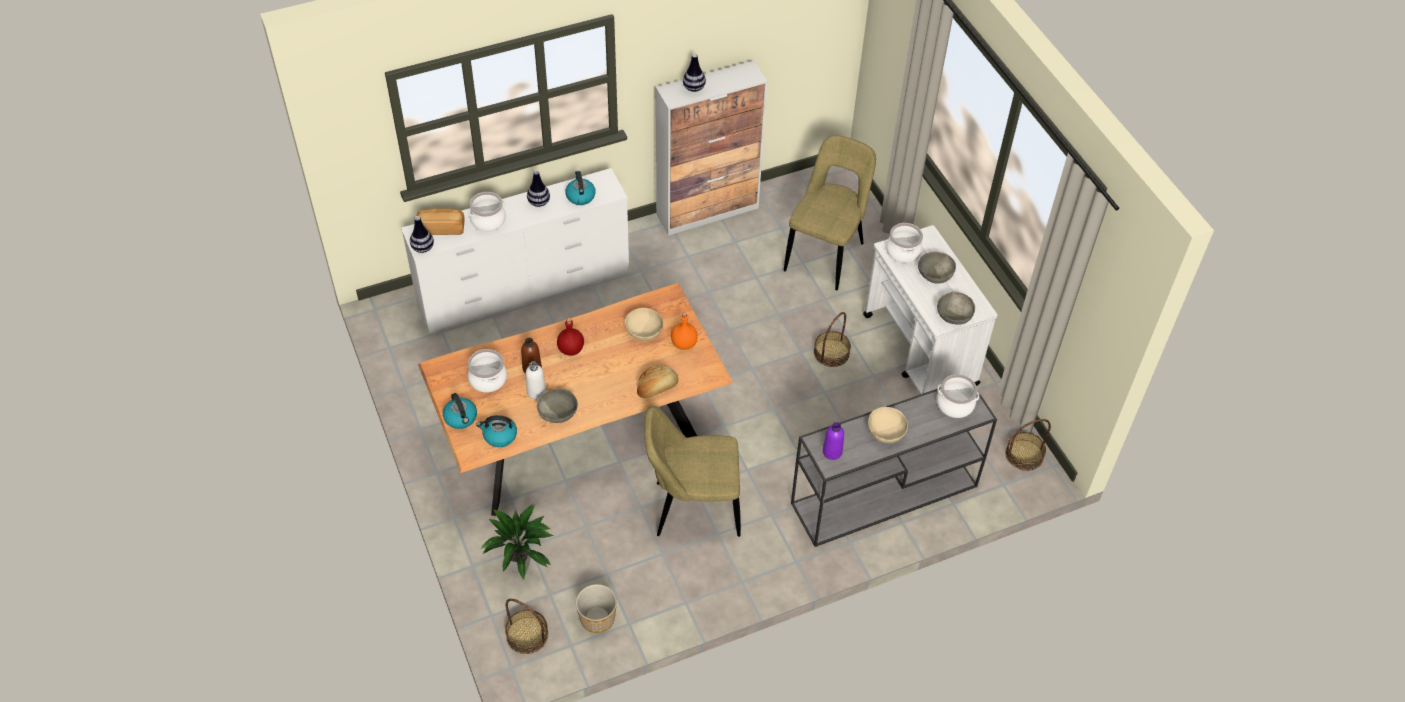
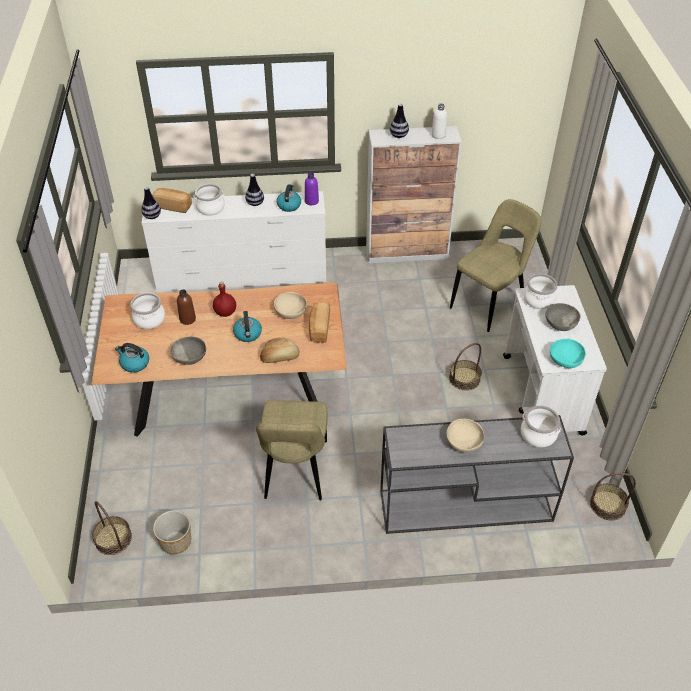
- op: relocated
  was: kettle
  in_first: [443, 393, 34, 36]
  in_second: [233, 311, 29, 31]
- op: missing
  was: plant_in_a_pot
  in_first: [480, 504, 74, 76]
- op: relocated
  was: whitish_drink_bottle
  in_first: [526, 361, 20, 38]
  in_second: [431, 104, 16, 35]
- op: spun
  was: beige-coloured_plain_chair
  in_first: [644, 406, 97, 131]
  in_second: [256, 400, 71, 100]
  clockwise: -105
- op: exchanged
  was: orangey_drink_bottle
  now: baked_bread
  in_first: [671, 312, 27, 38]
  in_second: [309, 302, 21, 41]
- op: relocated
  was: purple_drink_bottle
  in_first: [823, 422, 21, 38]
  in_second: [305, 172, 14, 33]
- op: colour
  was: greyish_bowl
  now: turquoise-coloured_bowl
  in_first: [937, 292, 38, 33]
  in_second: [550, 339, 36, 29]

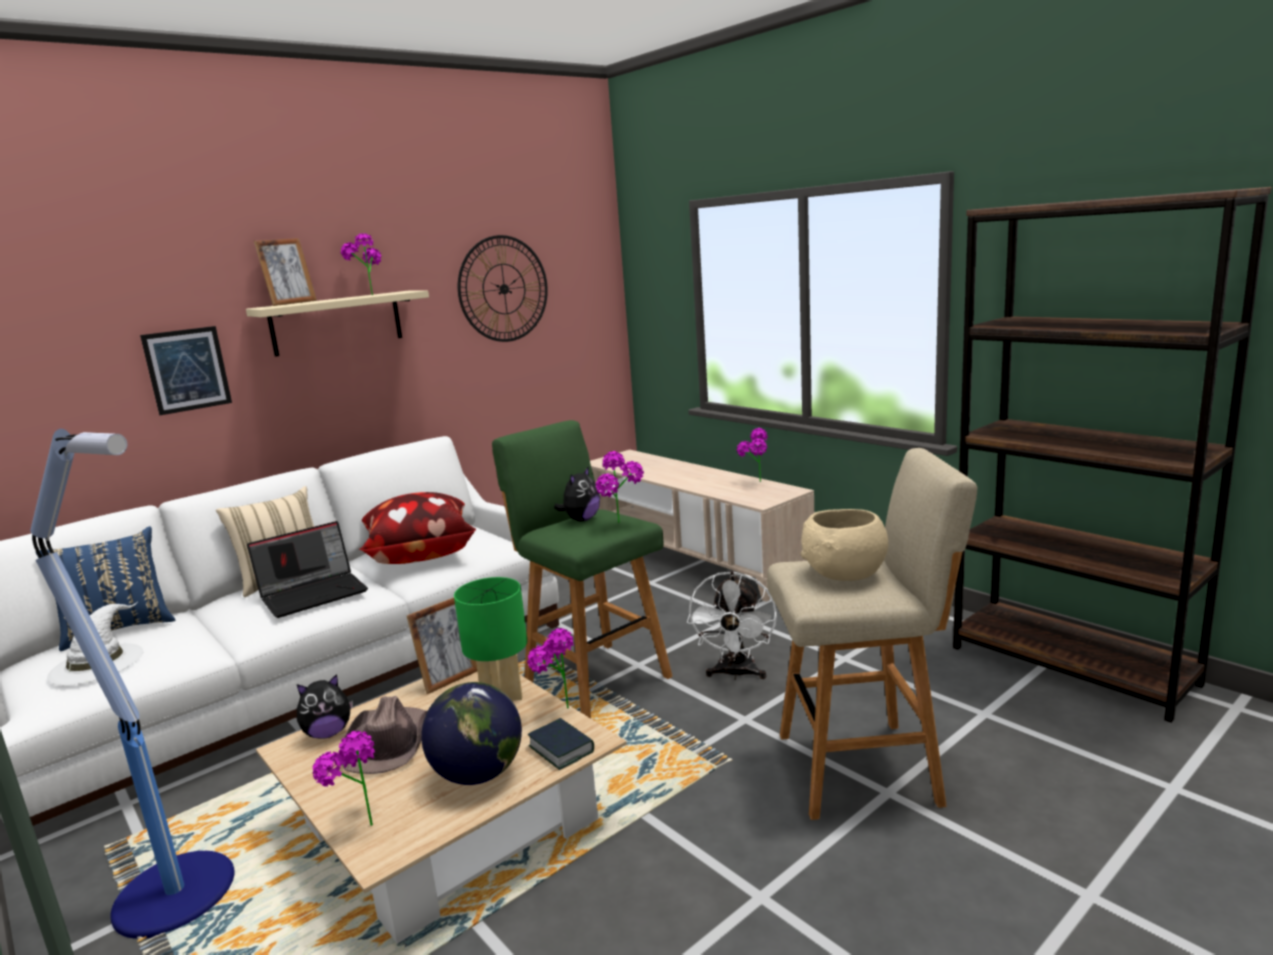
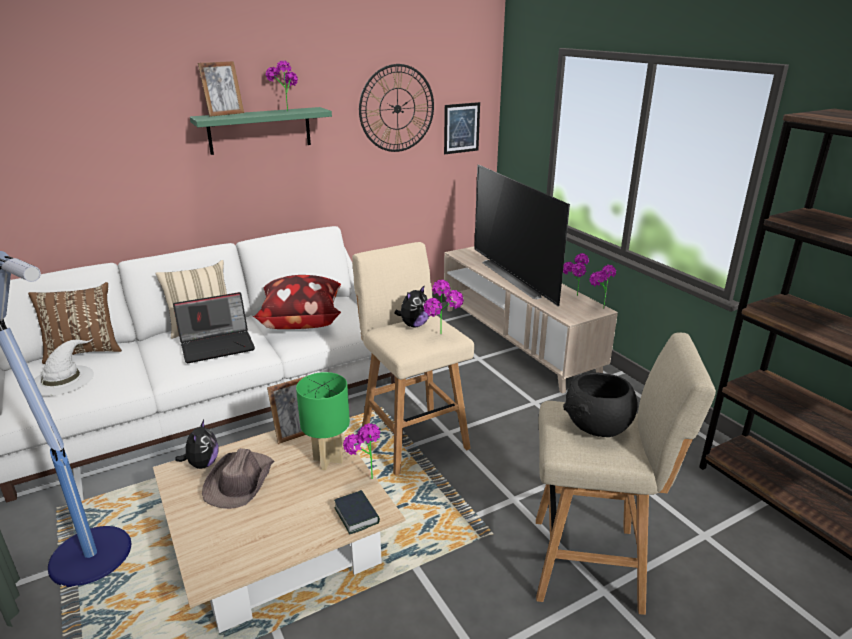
- op: colour
  was: bluish_throw_pillow
  now: brownish_throw_pillow
  in_first: [36, 526, 139, 125]
  in_second: [28, 282, 94, 82]
- op: relocated
  was: picture
  in_first: [140, 326, 92, 89]
  in_second: [444, 102, 36, 52]
- op: colour
  was: beige-coloured_shelf
  now: greenish_shelf
  in_first: [246, 290, 183, 67]
  in_second: [190, 107, 142, 48]
- op: spun
  was: cuddly_toy
  in_first: [297, 674, 56, 65]
  in_second: [175, 419, 44, 50]
  clockwise: -75
- op: relocated
  was: plant_in_a_pot
  in_first: [312, 731, 63, 95]
  in_second: [589, 265, 27, 44]
- op: missing
  was: globe
  in_first: [421, 682, 101, 103]
- op: colour
  was: greenish_sitting_stool
  now: beige-coloured_sitting_stool
  in_first: [492, 420, 181, 298]
  in_second: [352, 242, 122, 234]
- op: missing
  was: whitish_cooling_fan
  in_first: [687, 571, 90, 109]
- op: colour
  was: beige-coloured_bowl
  now: black-coloured_bowl
  in_first: [801, 509, 87, 72]
  in_second: [563, 372, 75, 65]
- op: appeared
  now: TV
  in_second: [474, 164, 96, 143]

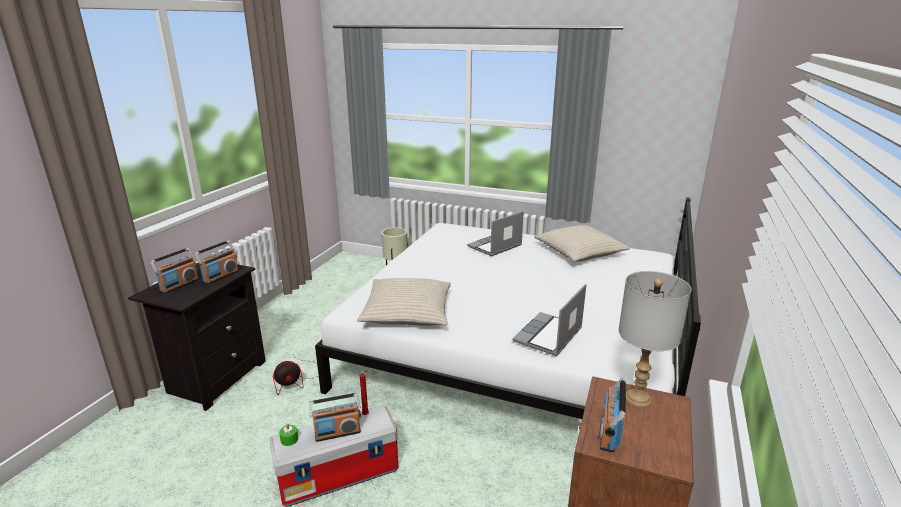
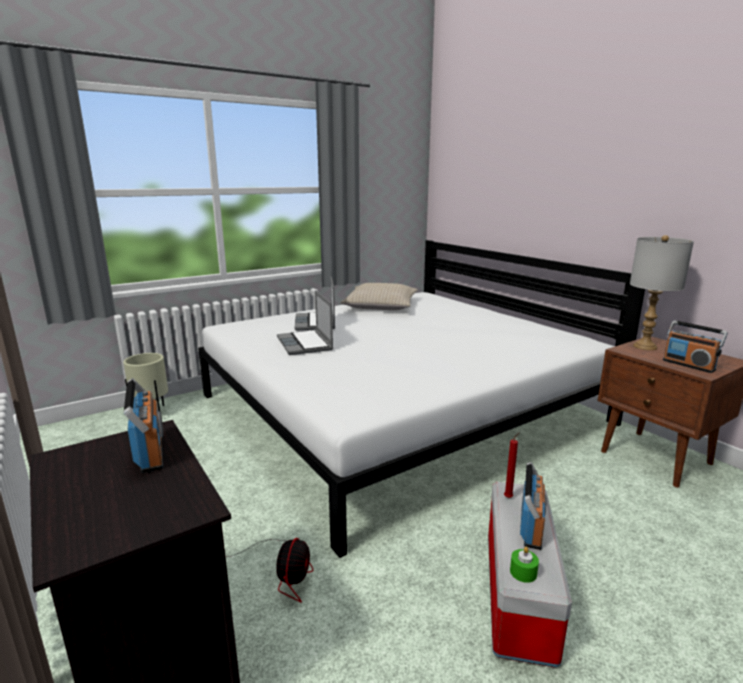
- op: missing
  was: radio
  in_first: [150, 248, 49, 46]
- op: missing
  was: beige-coloured_throw_pillow
  in_first: [357, 278, 94, 48]
- op: relocated
  was: laptop
  in_first: [512, 284, 74, 72]
  in_second: [277, 290, 56, 65]

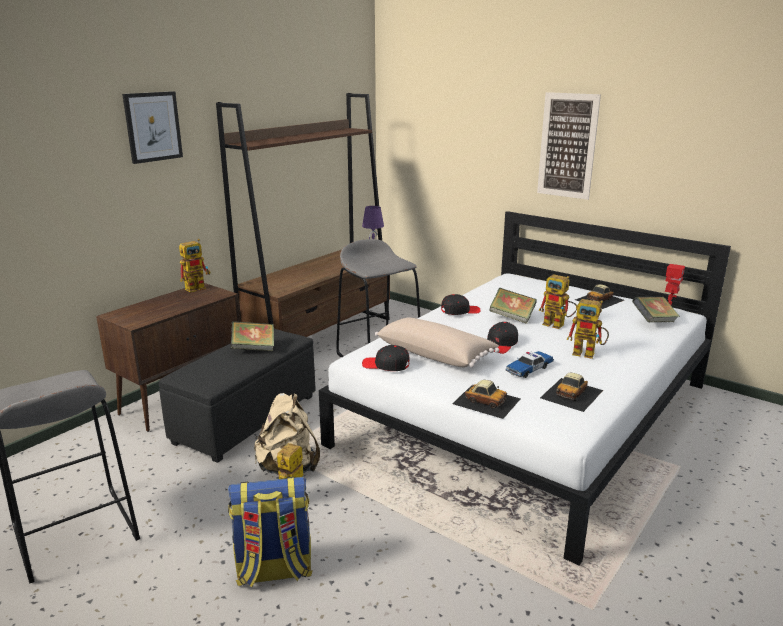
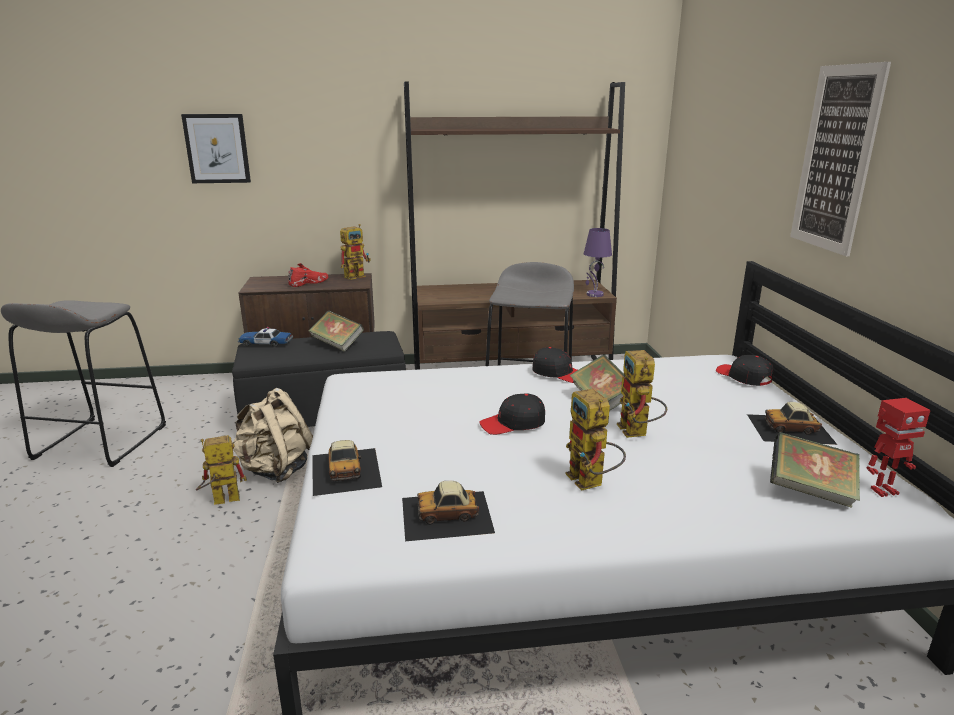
- op: relocated
  was: picture
  in_first: [122, 91, 61, 73]
  in_second: [181, 114, 70, 69]
- op: spun
  was: toy_robot
  in_first: [179, 239, 31, 54]
  in_second: [340, 224, 31, 56]
  clockwise: -45
- op: missing
  was: rucksack
  in_first: [228, 477, 85, 110]
- op: relocated
  was: black-coloured_cap
  in_first: [362, 345, 48, 26]
  in_second: [716, 355, 57, 31]
- op: missing
  was: beige-coloured_throw_pillow
  in_first: [375, 317, 124, 51]
- op: relocated
  was: miniature_car
  in_first: [505, 351, 49, 27]
  in_second: [238, 327, 55, 20]
- op: appeared
  now: red-coloured_item_of_footwear
  in_second: [288, 263, 40, 24]

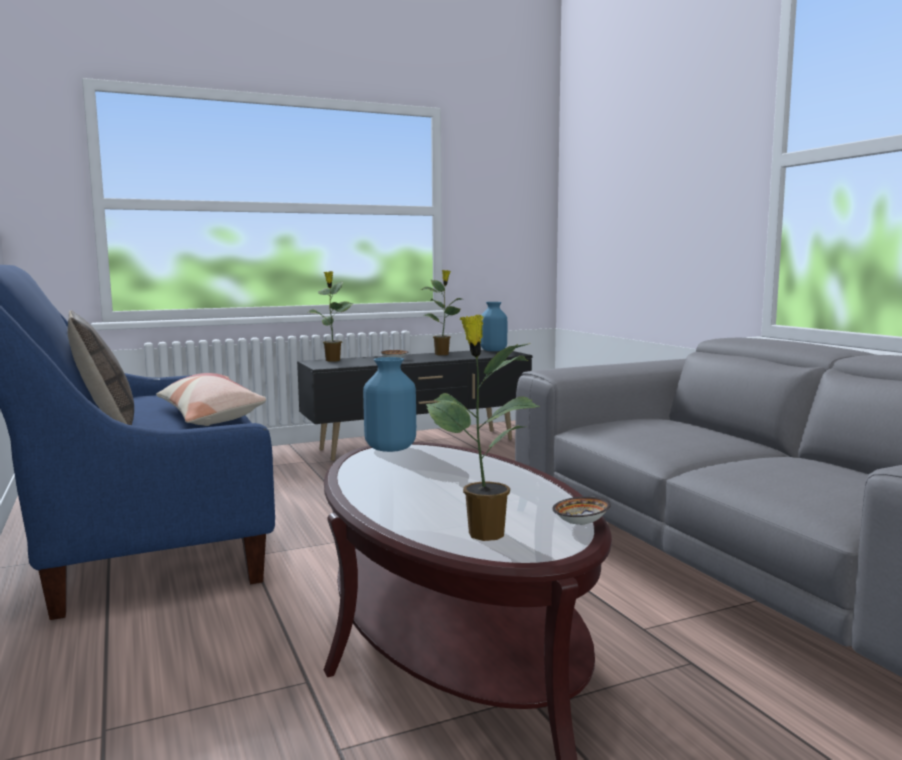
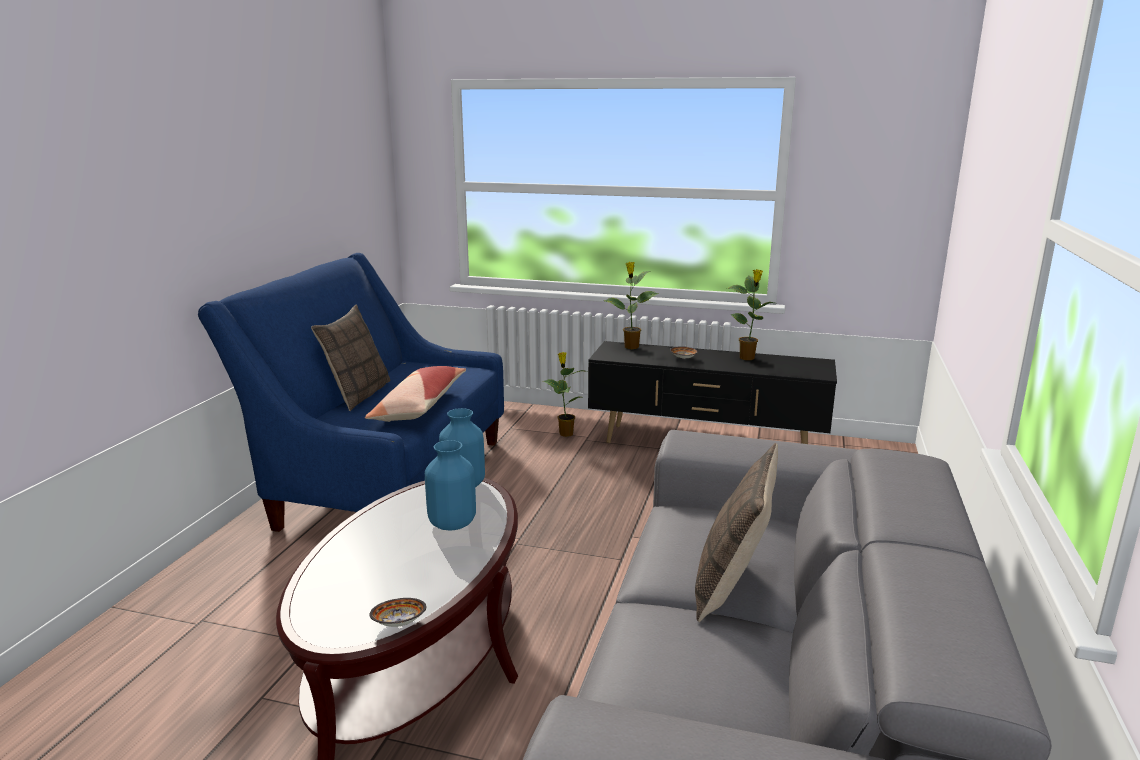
- op: relocated
  was: plant_in_a_pot
  in_first: [426, 315, 114, 226]
  in_second: [543, 352, 44, 85]
- op: relocated
  was: bluish_decorative_vase
  in_first: [480, 302, 27, 49]
  in_second: [425, 440, 51, 91]
- op: appeared
  now: throw_pillow
  in_second: [695, 443, 83, 179]

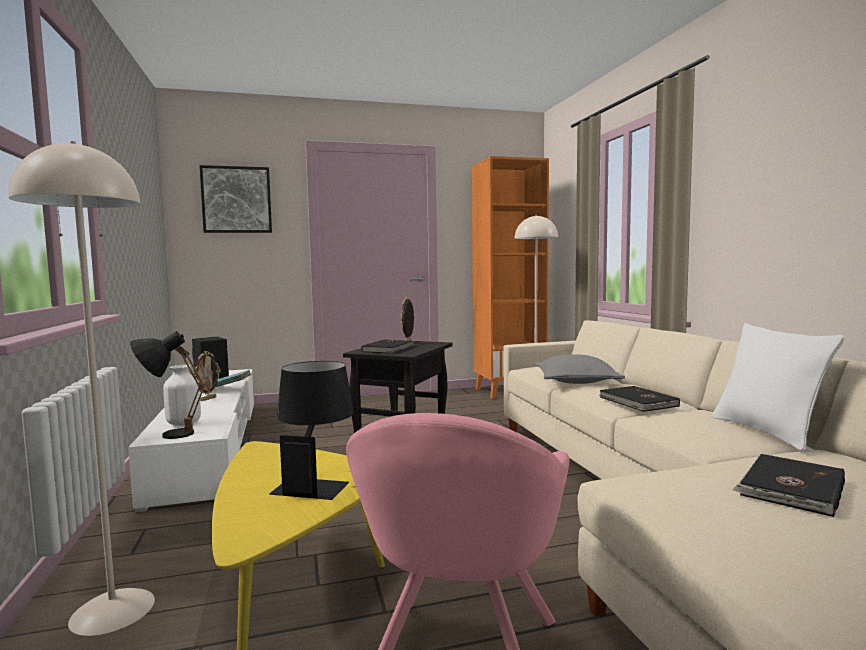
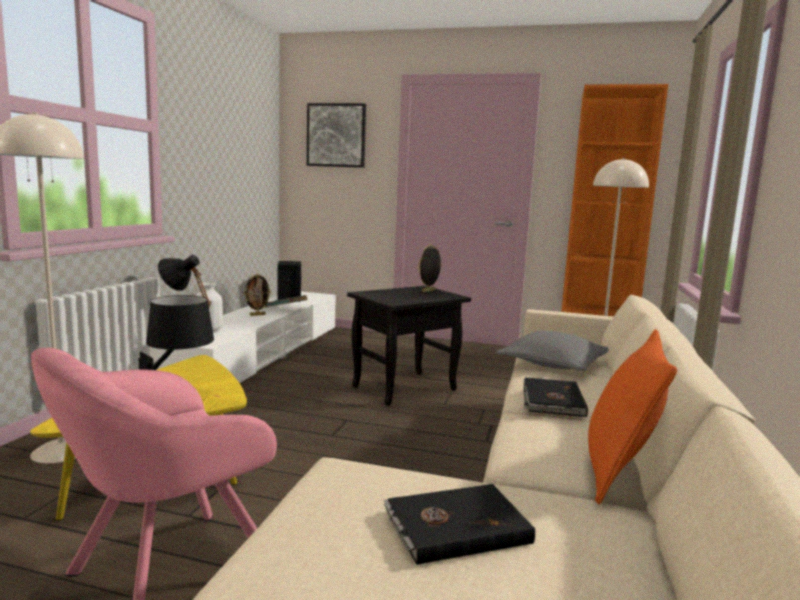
- op: missing
  was: black-coloured_bound_book
  in_first: [361, 340, 54, 14]
- op: colour
  was: whitish_throw_pillow
  now: orangey_throw_pillow
  in_first: [712, 323, 133, 129]
  in_second: [588, 329, 89, 175]

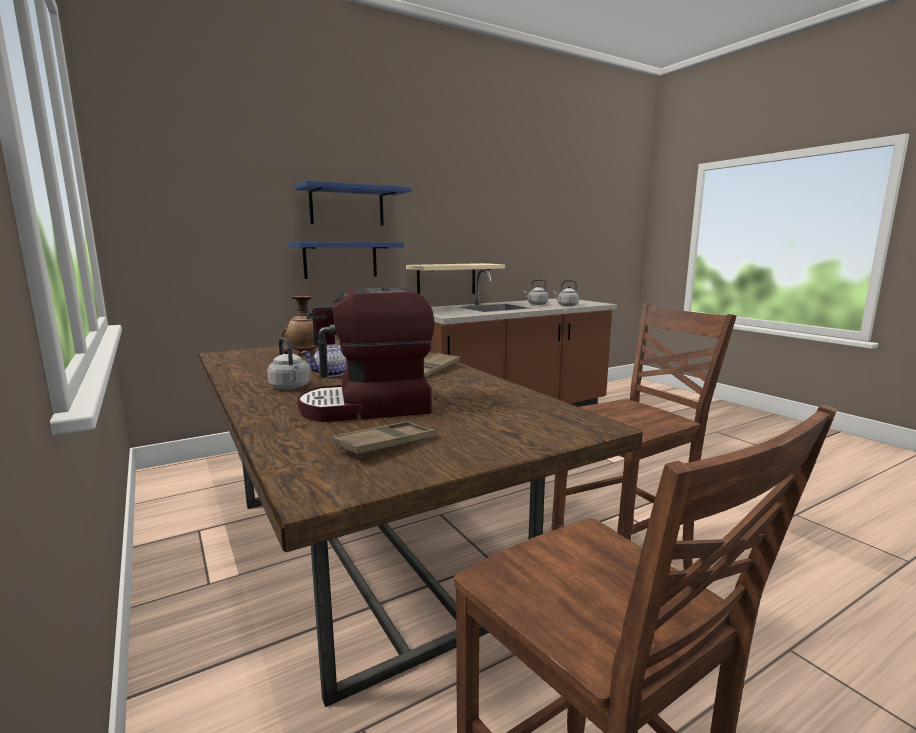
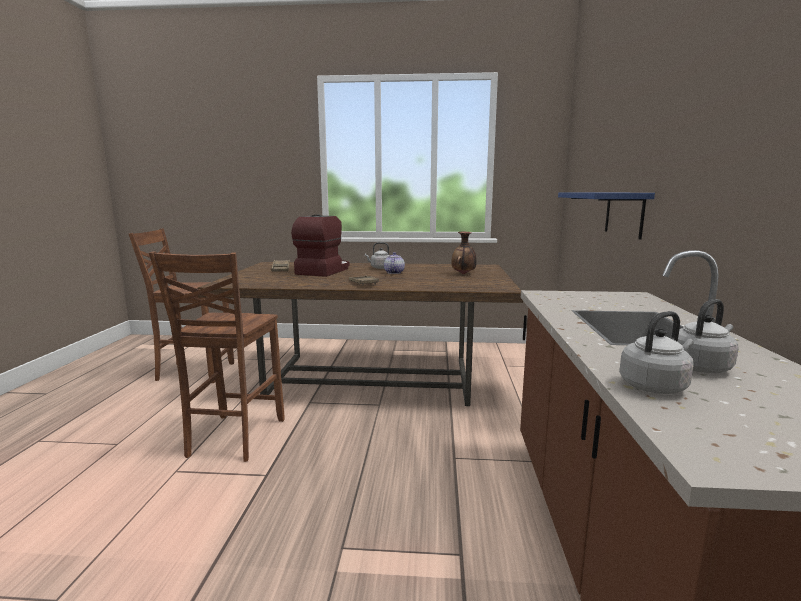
- op: missing
  was: bluish_shelf
  in_first: [294, 180, 118, 46]
- op: missing
  was: beige-coloured_shelf
  in_first: [406, 263, 99, 32]

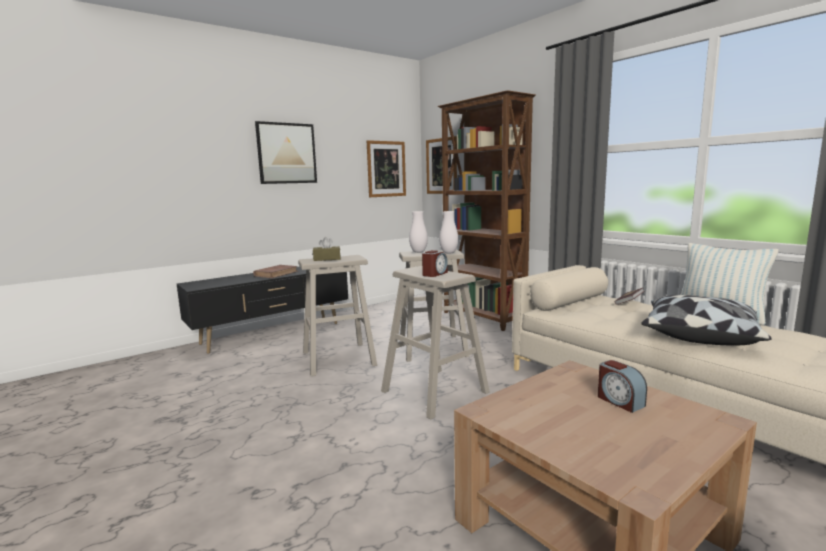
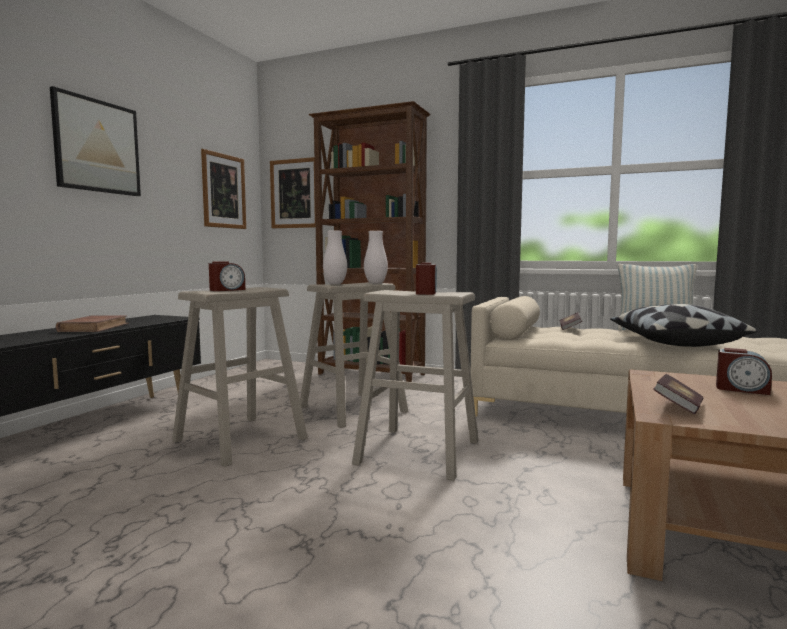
- op: exchanged
  was: brownish_tissue_box
  now: alarm_clock
  in_first: [313, 237, 28, 24]
  in_second: [209, 261, 36, 30]
- op: appeared
  now: bound_book
  in_second: [653, 374, 50, 40]

